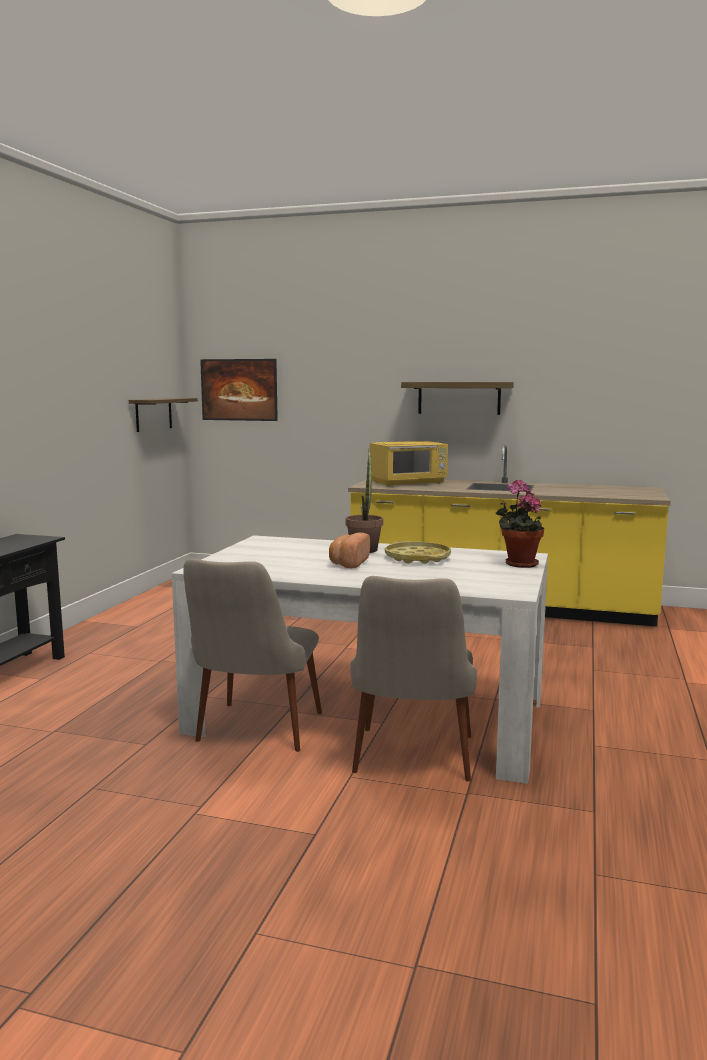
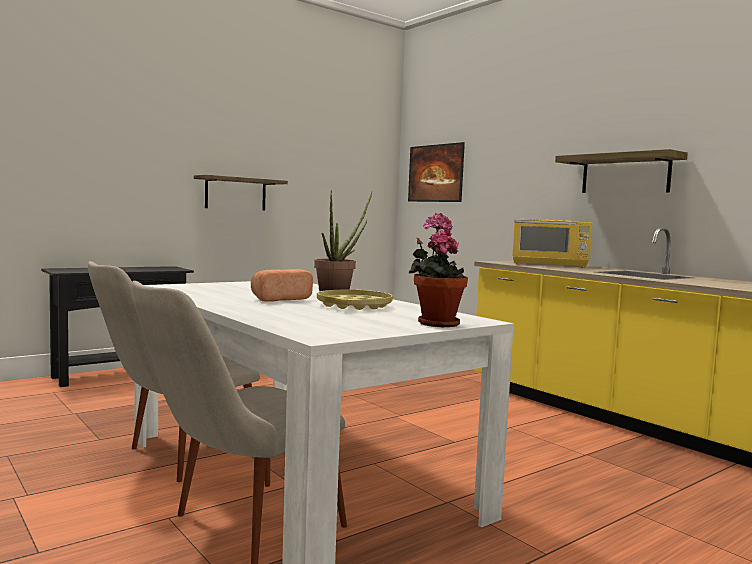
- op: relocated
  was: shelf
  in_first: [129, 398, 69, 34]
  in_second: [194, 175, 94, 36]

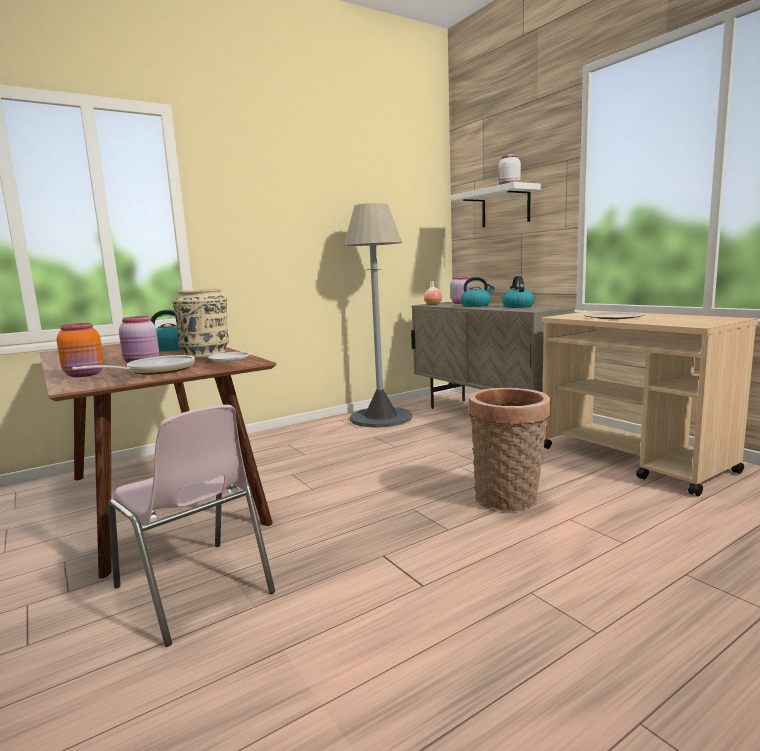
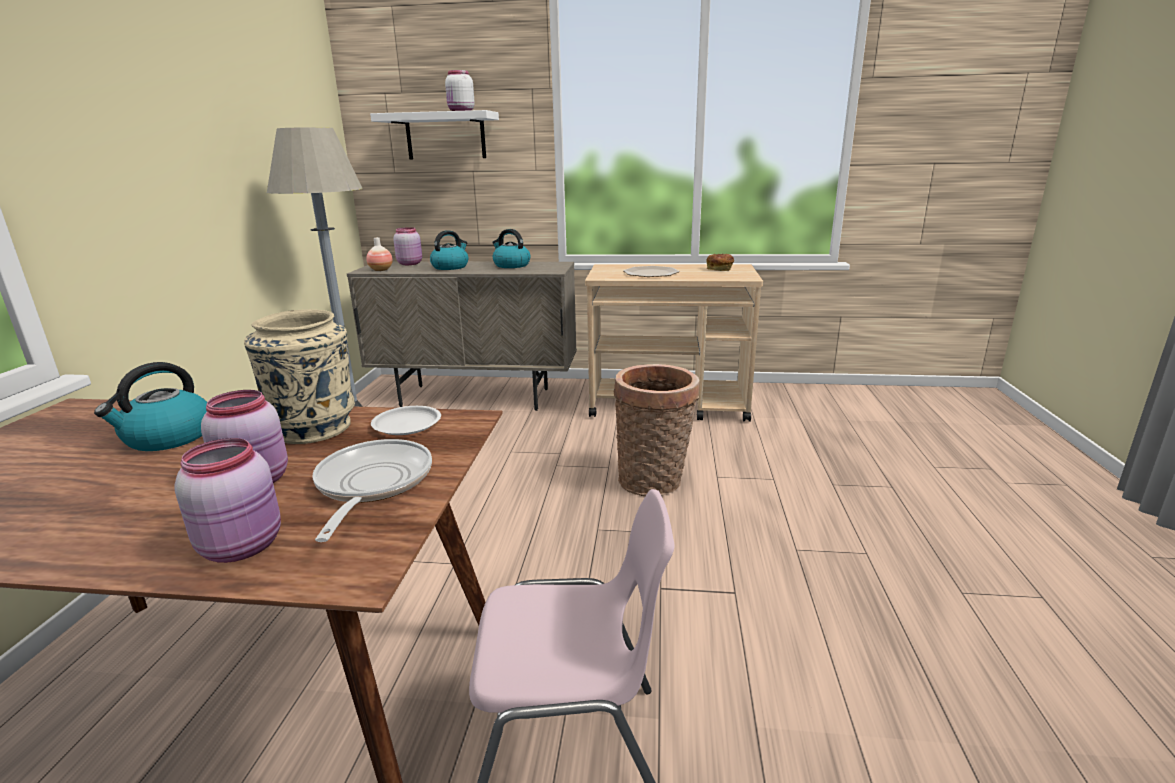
- op: colour
  was: orangey_preserve_jar
  now: pinkish_preserve_jar
  in_first: [57, 323, 47, 54]
  in_second: [174, 438, 107, 125]
- op: appeared
  now: baked_bread
  in_second: [706, 254, 28, 17]

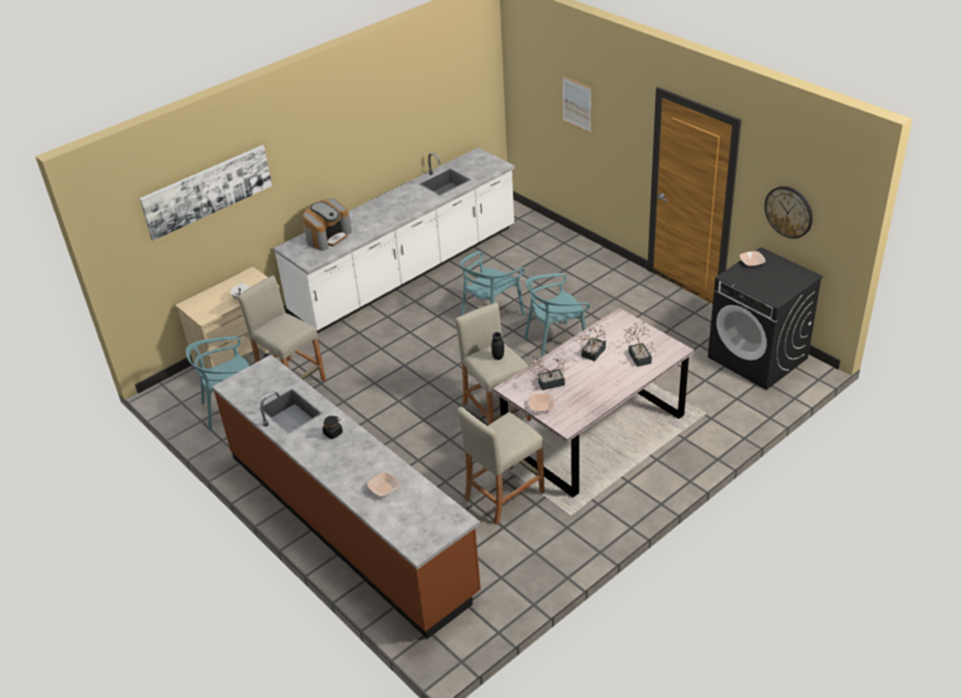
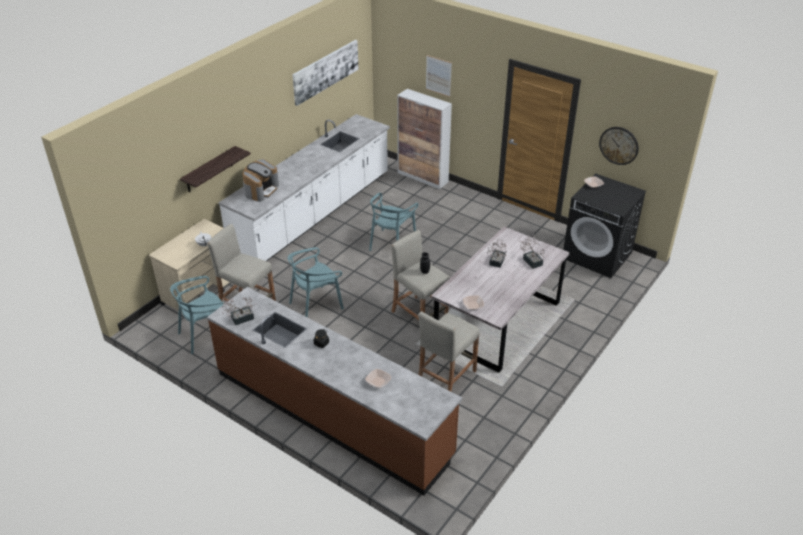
- op: relocated
  was: picture
  in_first: [139, 145, 133, 96]
  in_second: [292, 40, 67, 66]
- op: relocated
  was: turquoise-coloured_plain_chair
  in_first: [524, 273, 66, 84]
  in_second: [288, 247, 56, 71]
- op: relocated
  was: plant_in_a_pot
  in_first: [528, 355, 41, 35]
  in_second: [222, 296, 34, 29]
- op: appeared
  now: shelf
  in_second: [180, 146, 71, 46]
- op: appeared
  now: storage_cabinet
  in_second: [397, 89, 55, 100]

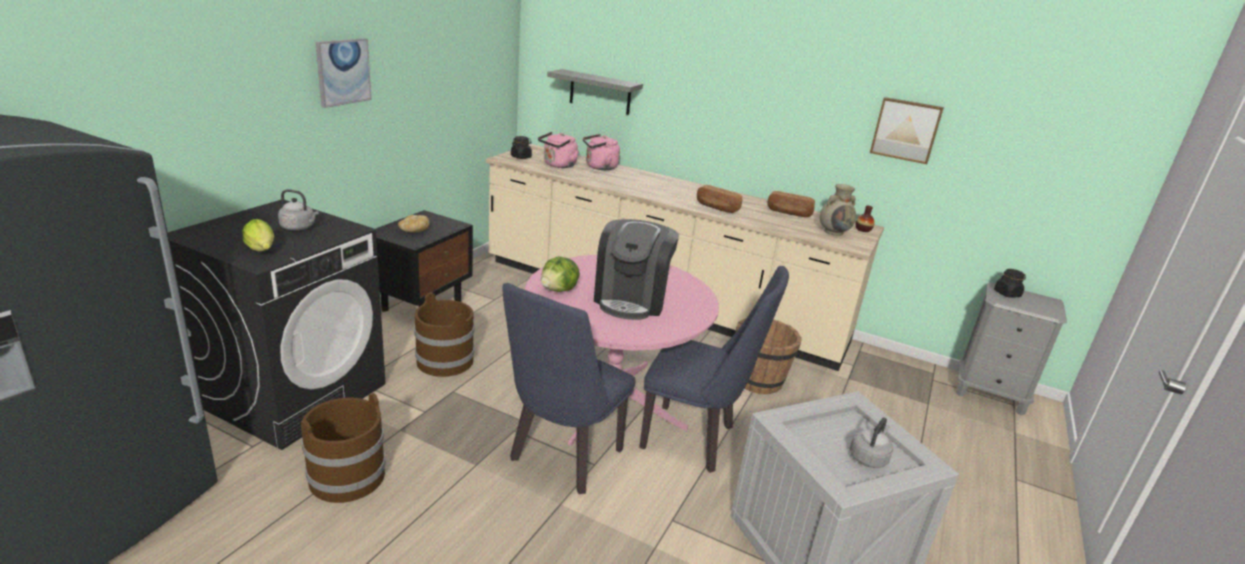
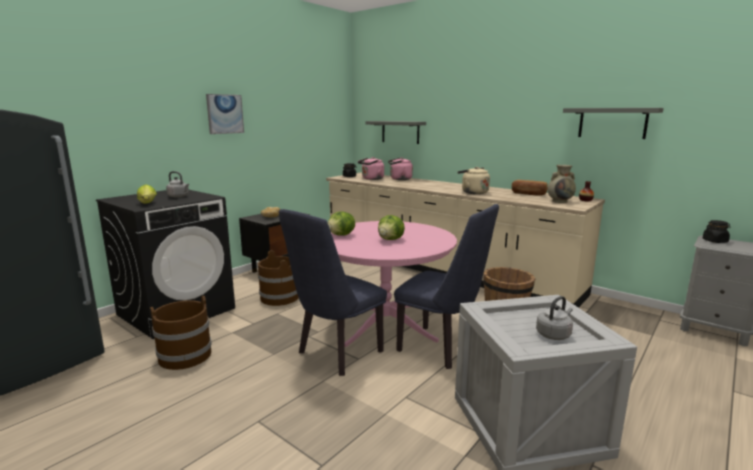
- op: exchanged
  was: coffee_maker
  now: lettuce
  in_first: [594, 219, 85, 101]
  in_second: [378, 215, 27, 25]
- op: exchanged
  was: baked_bread
  now: beige-coloured_kettle
  in_first: [697, 185, 45, 28]
  in_second: [457, 167, 33, 27]
- op: exchanged
  was: picture
  now: greyish_shelf
  in_first: [870, 97, 74, 67]
  in_second: [563, 108, 100, 31]

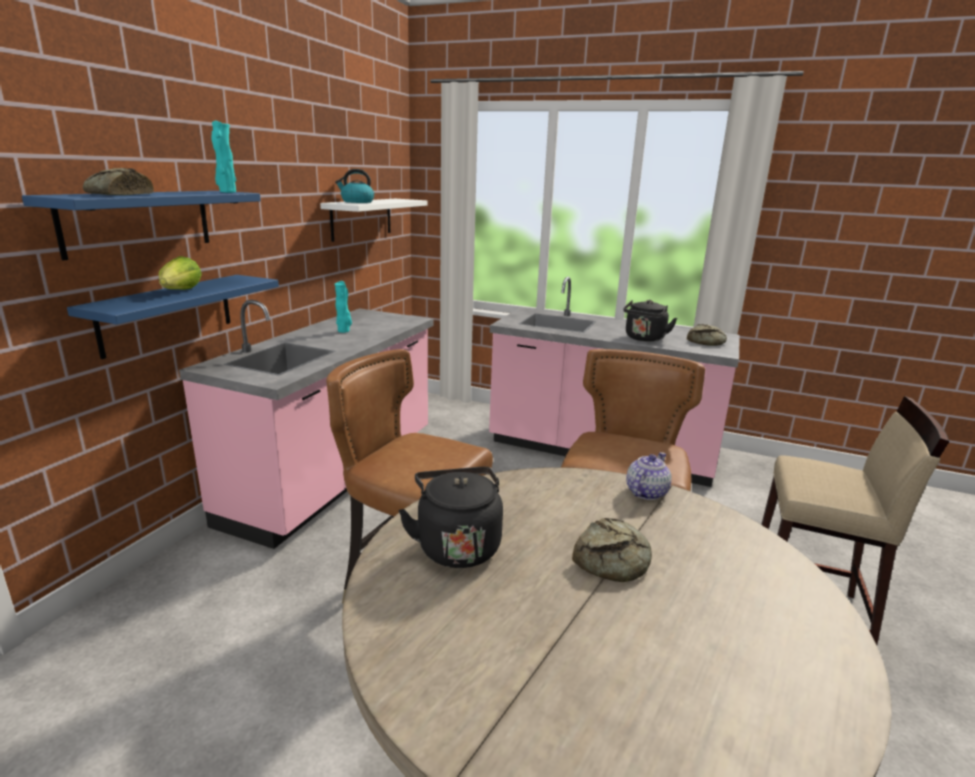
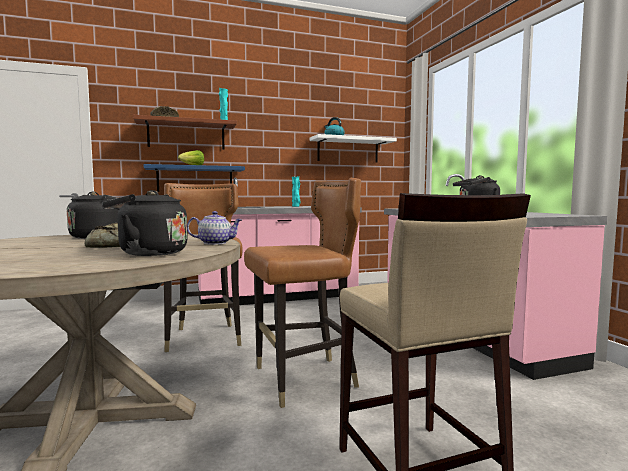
- op: colour
  was: bluish_shelf
  now: brownish_shelf
  in_first: [22, 191, 239, 69]
  in_second: [133, 115, 104, 34]
- op: missing
  was: baked_bread
  in_first: [687, 324, 40, 22]
- op: appeared
  now: black-coloured_kettle
  in_second: [102, 190, 86, 66]

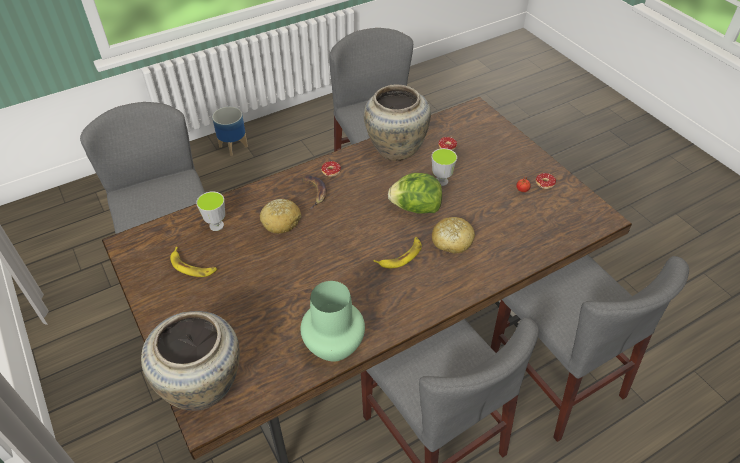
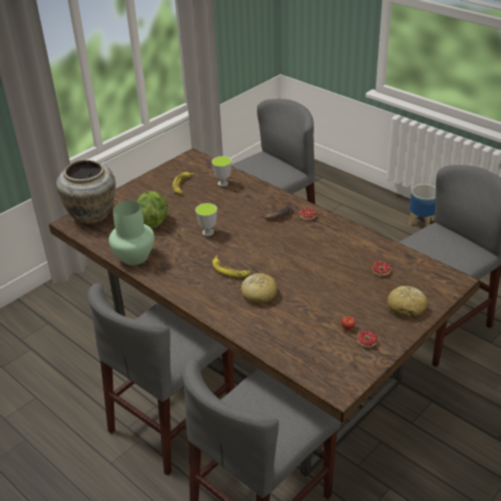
- op: relocated
  was: baked_bread
  in_first: [260, 199, 41, 35]
  in_second: [387, 286, 40, 32]
- op: missing
  was: beige-coloured_decorative_vase
  in_first: [364, 85, 67, 76]
- op: relocated
  was: lettuce
  in_first: [388, 173, 54, 41]
  in_second: [136, 191, 32, 38]
- op: relocated
  was: drinking_cup
  in_first: [432, 148, 25, 38]
  in_second: [195, 203, 22, 33]

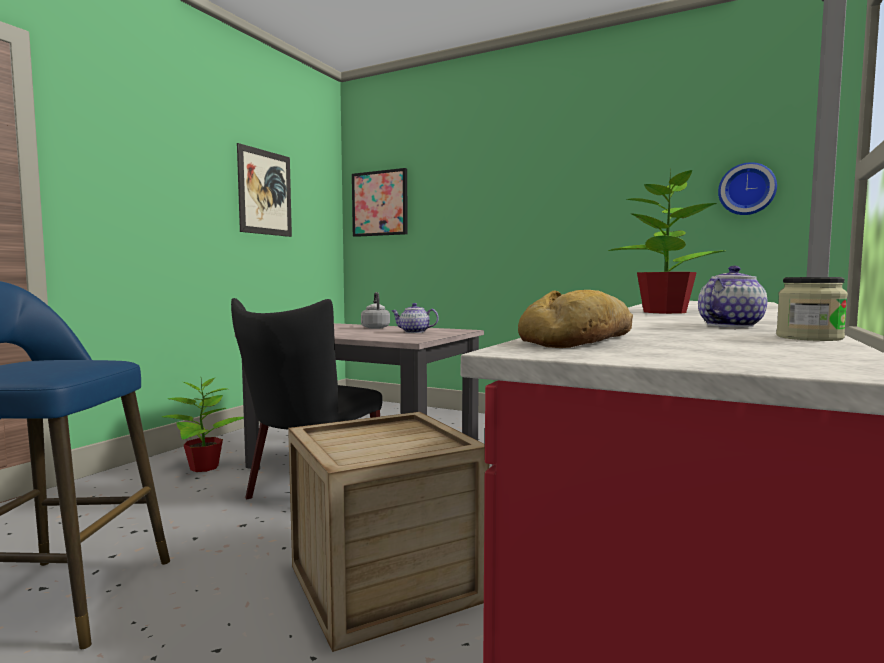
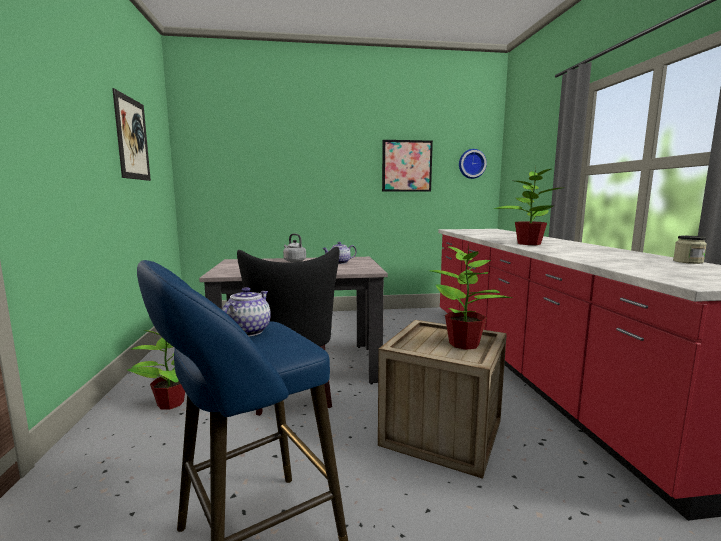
- op: relocated
  was: picture
  in_first: [352, 168, 56, 69]
  in_second: [382, 140, 51, 52]
- op: missing
  was: baked_bread
  in_first: [518, 290, 115, 58]
- op: relocated
  was: teapot
  in_first: [698, 266, 69, 61]
  in_second: [222, 287, 49, 50]
- op: appeared
  now: plant_in_a_pot
  in_second: [430, 244, 82, 106]

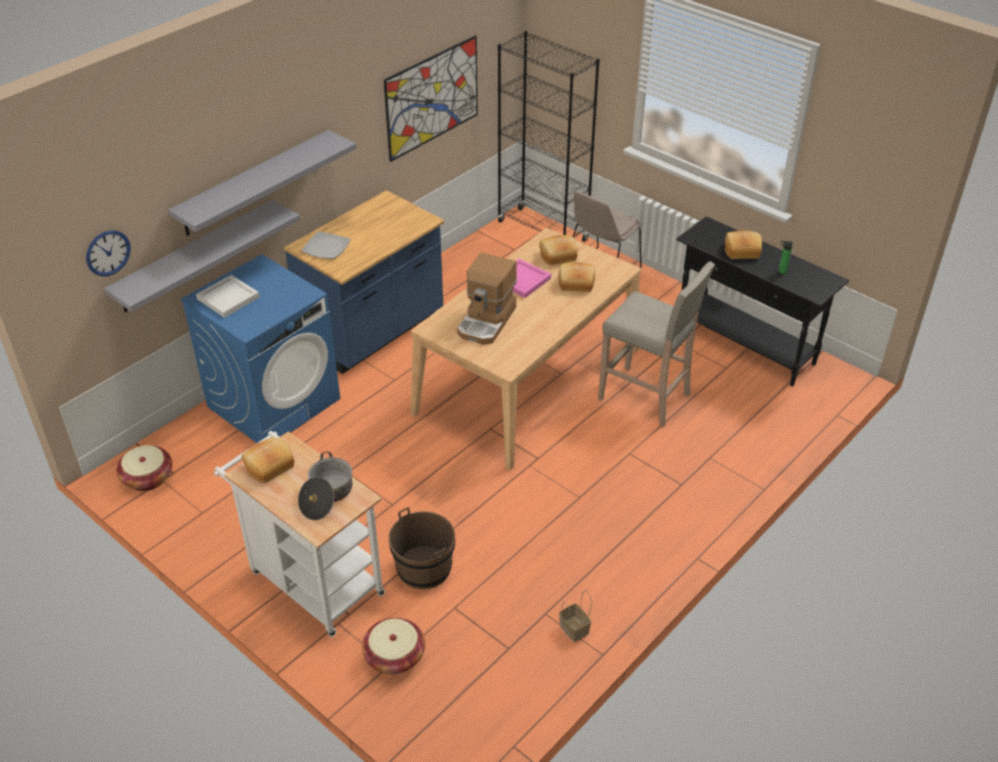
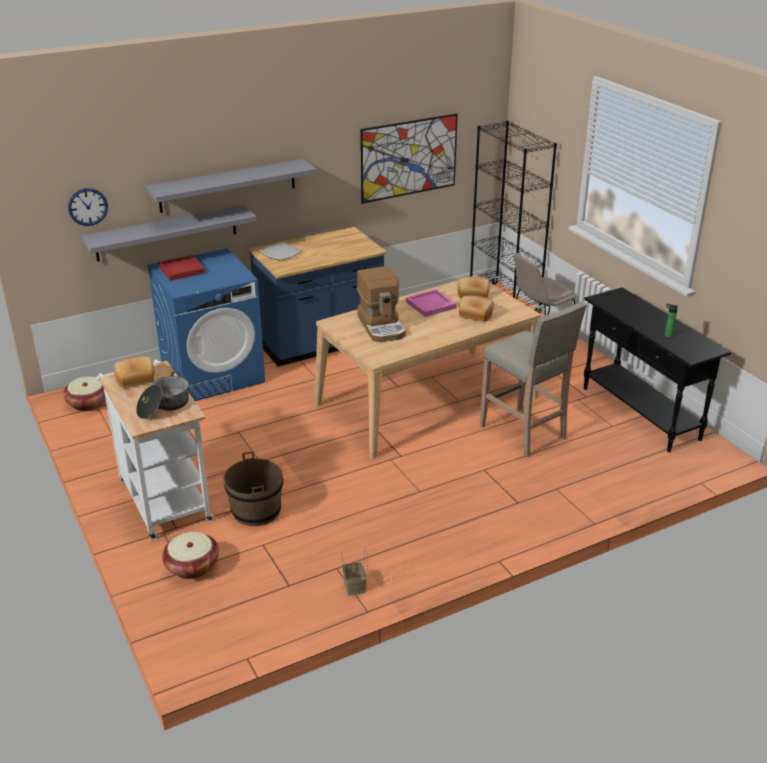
- op: colour
  was: whitish_tray
  now: red-coloured_tray
  in_first: [196, 275, 64, 43]
  in_second: [158, 255, 47, 26]
- op: spun
  was: coffee_maker
  in_first: [457, 253, 60, 92]
  in_second: [357, 266, 49, 76]
  clockwise: -60
- op: missing
  was: baked_bread
  in_first: [725, 231, 37, 28]

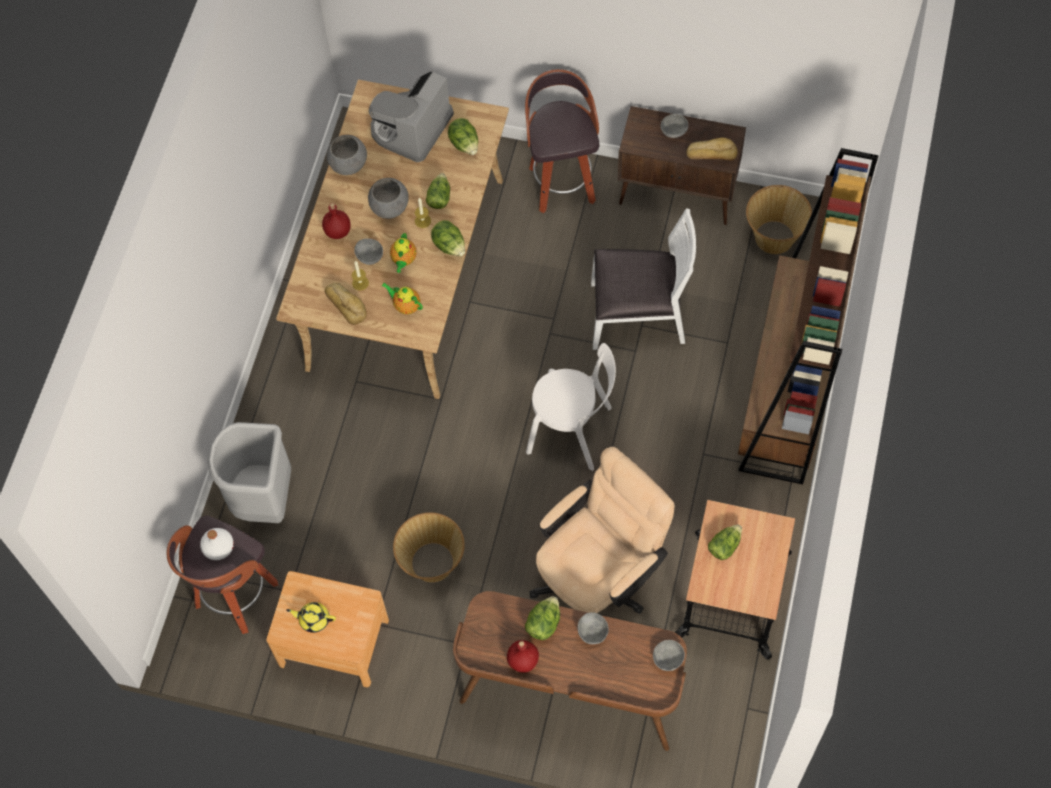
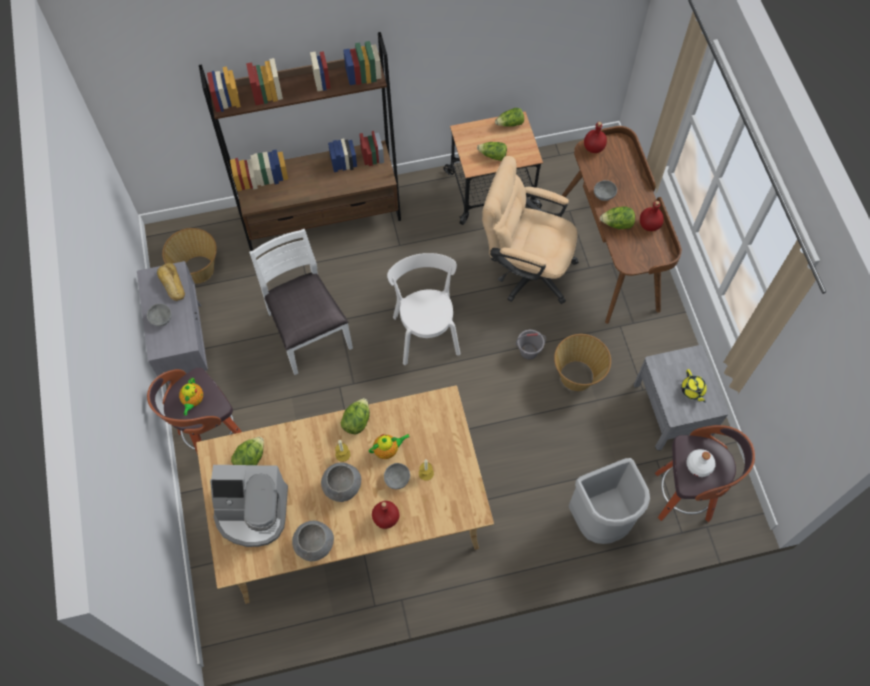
- op: colour
  was: brownish_night_table
  now: greyish_night_table
  in_first: [266, 571, 123, 116]
  in_second: [634, 345, 95, 105]
- op: missing
  was: baked_bread
  in_first: [325, 283, 42, 42]
- op: relocated
  was: teapot
  in_first: [382, 283, 41, 31]
  in_second: [179, 378, 24, 37]
- op: relocated
  was: lettuce
  in_first: [426, 173, 24, 36]
  in_second: [495, 108, 29, 19]
- op: colour
  was: brownish_storage_cabinet
  now: greyish_storage_cabinet
  in_first: [618, 106, 128, 119]
  in_second: [137, 261, 71, 125]
- op: exchanged
  was: greyish_bowl
  now: red-coloured_drink_bottle
  in_first: [653, 640, 32, 31]
  in_second: [584, 122, 23, 31]
- op: appeared
  now: greyish_pail
  in_second: [516, 330, 30, 30]

